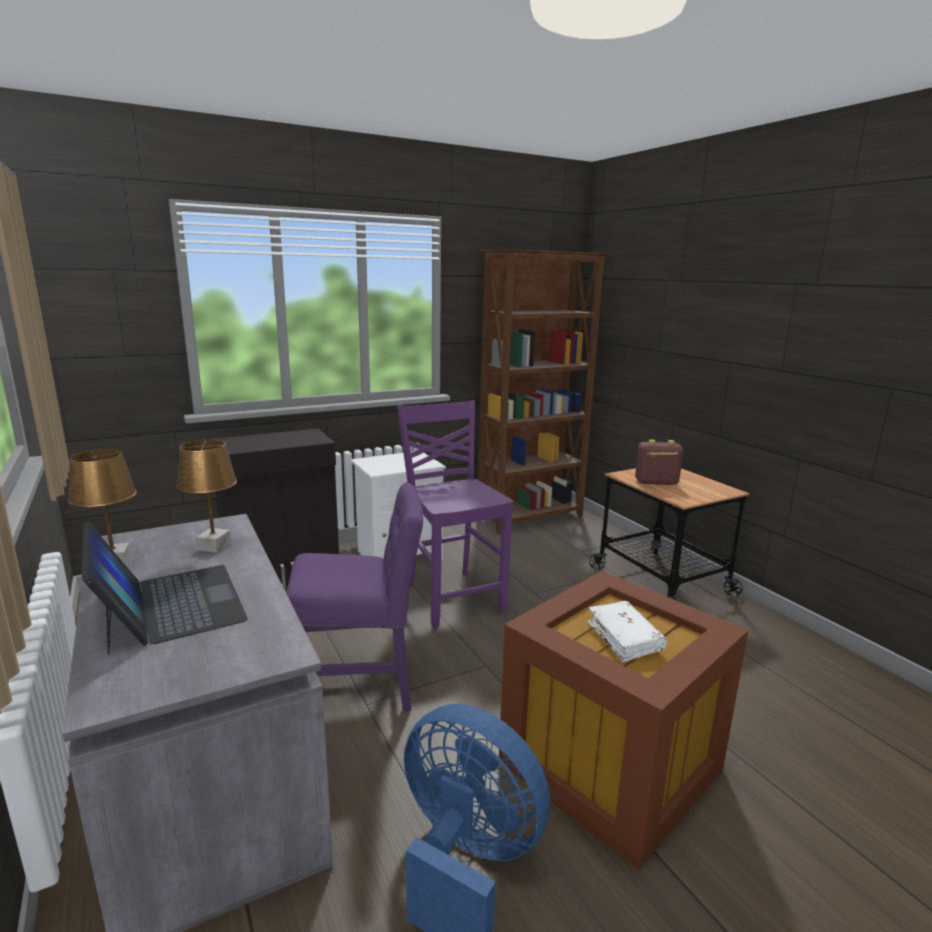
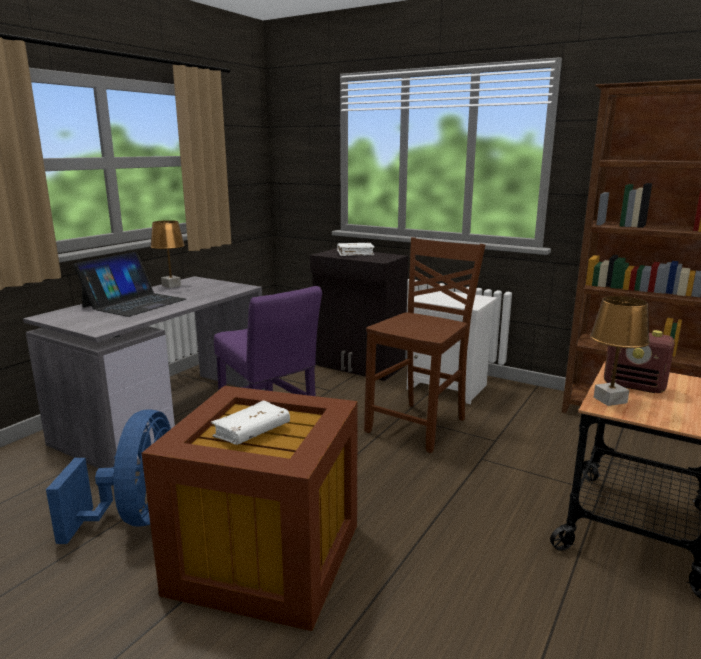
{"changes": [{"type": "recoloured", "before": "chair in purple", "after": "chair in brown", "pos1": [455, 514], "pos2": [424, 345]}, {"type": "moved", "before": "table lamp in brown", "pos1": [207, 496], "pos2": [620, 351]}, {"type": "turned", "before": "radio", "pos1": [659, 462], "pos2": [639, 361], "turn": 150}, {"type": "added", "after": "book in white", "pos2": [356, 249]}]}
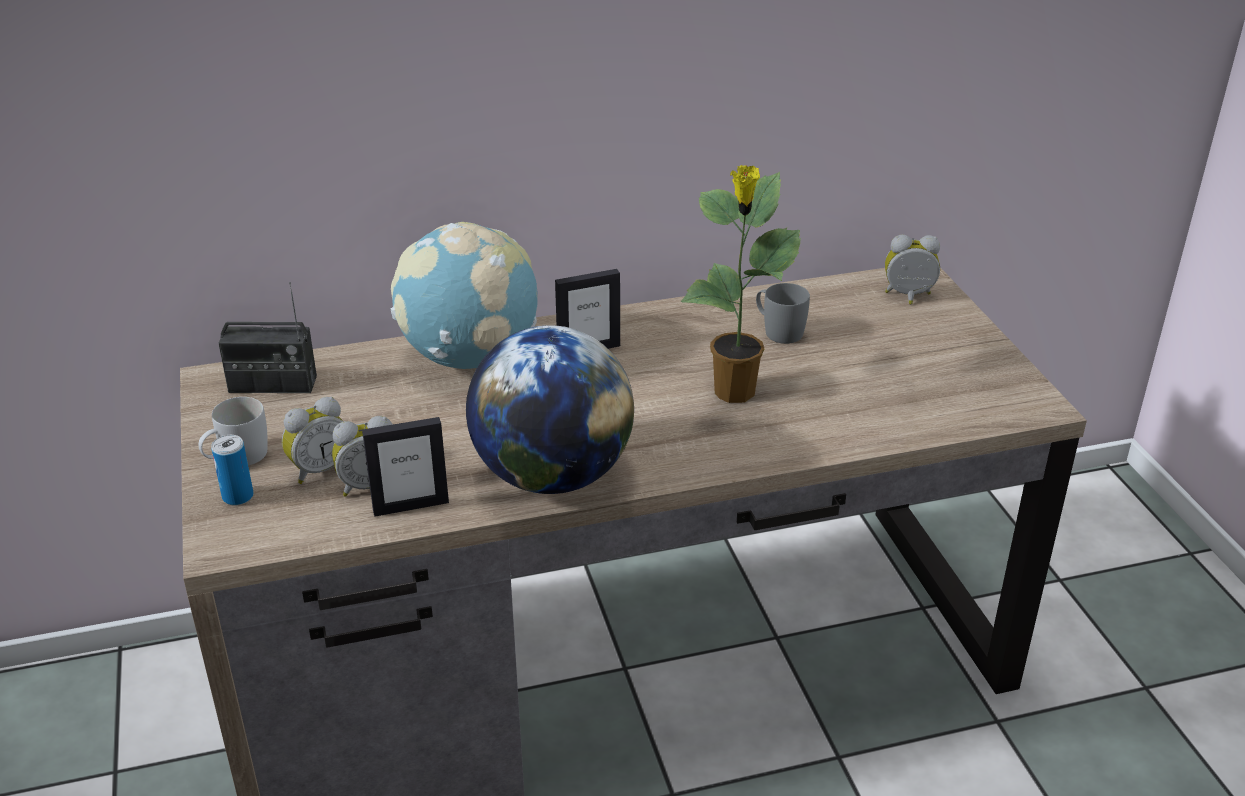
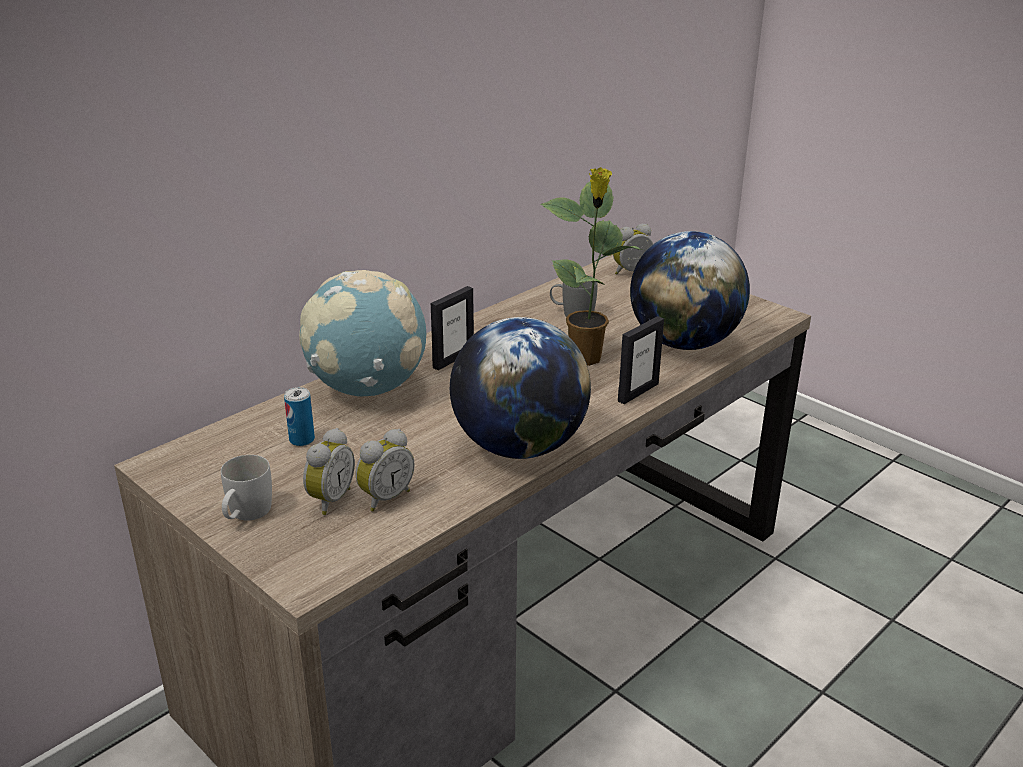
{"changes": [{"type": "removed", "before": "radio", "pos1": [267, 337]}, {"type": "moved", "before": "picture frame", "pos1": [405, 467], "pos2": [641, 360]}, {"type": "moved", "before": "can", "pos1": [232, 470], "pos2": [299, 416]}, {"type": "added", "after": "globe", "pos2": [690, 290]}]}
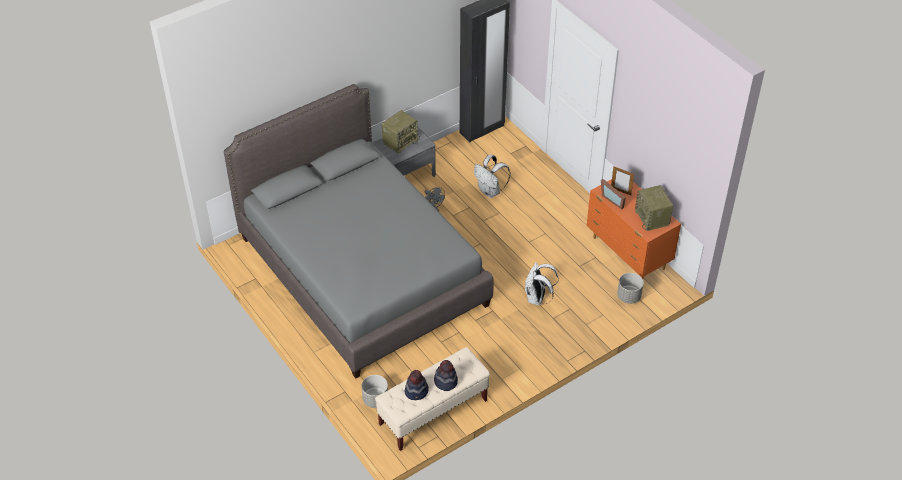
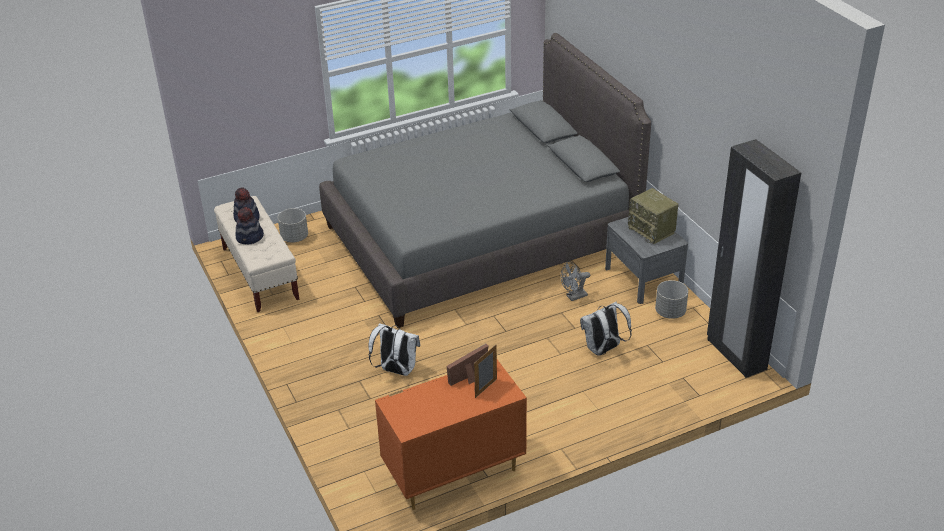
{"changes": [{"type": "removed", "before": "radio", "pos1": [654, 208]}, {"type": "moved", "before": "planter in grey", "pos1": [630, 288], "pos2": [671, 299]}]}
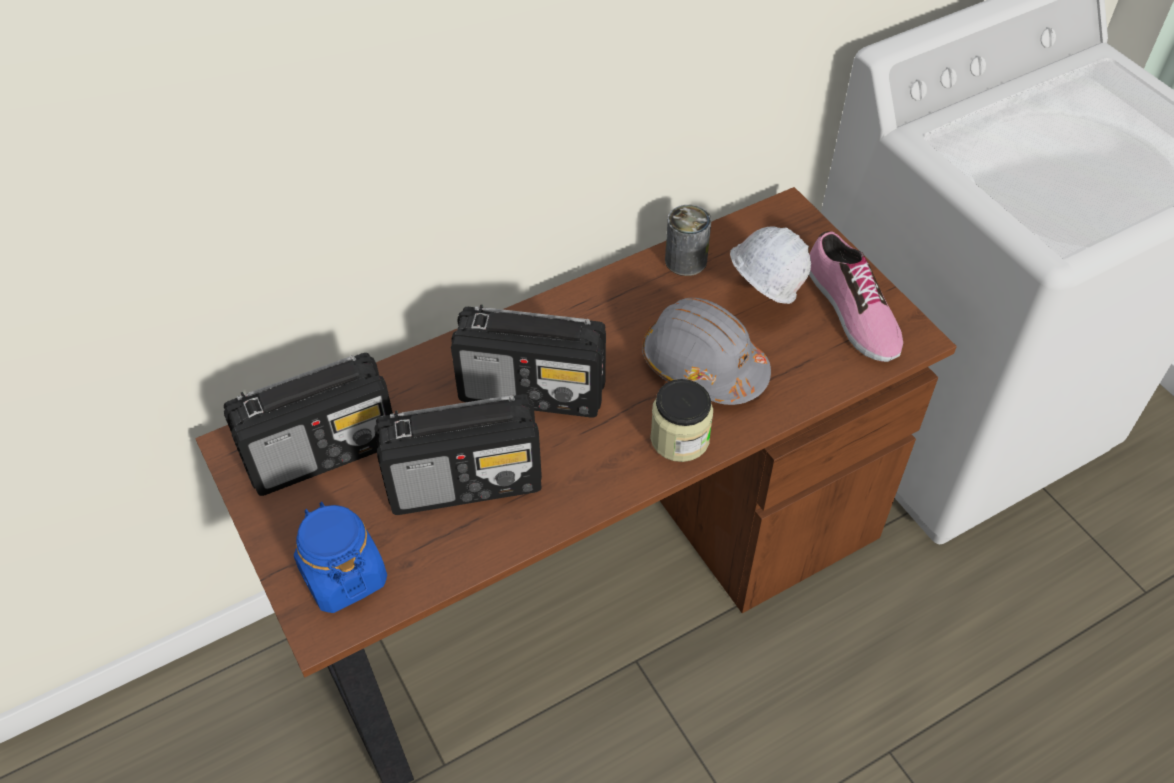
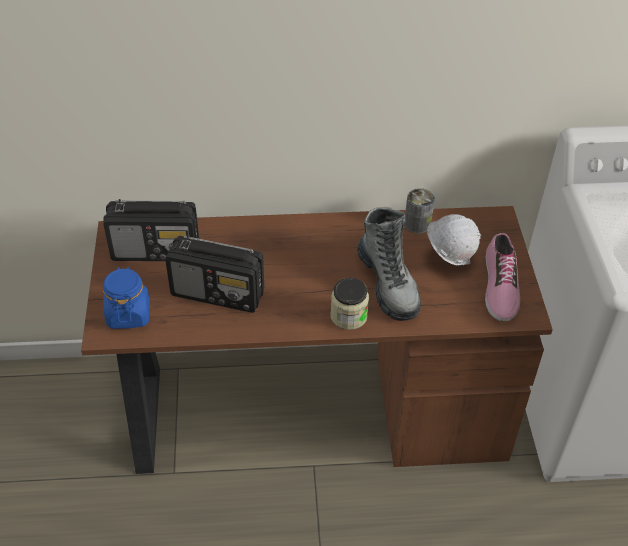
{"changes": [{"type": "replaced", "before": "hard hat in grey", "after": "boot", "pos1": [706, 351], "pos2": [389, 264]}, {"type": "removed", "before": "radio", "pos1": [528, 361]}]}
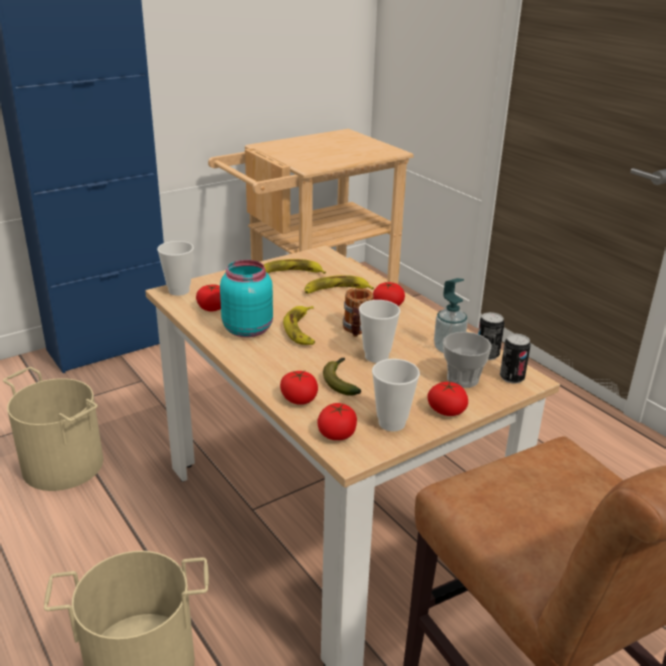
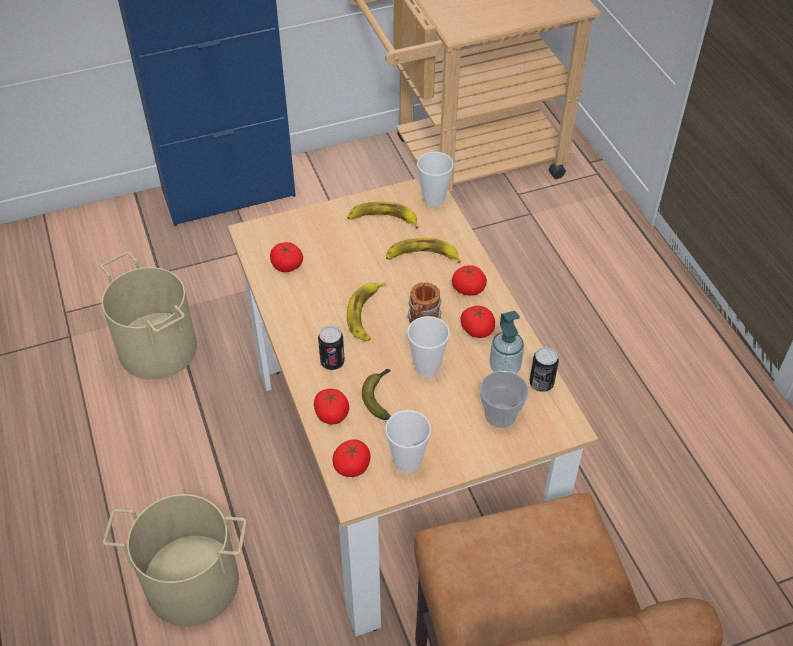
{"changes": [{"type": "moved", "before": "cup", "pos1": [175, 268], "pos2": [435, 179]}, {"type": "removed", "before": "jar in turquoise", "pos1": [246, 298]}, {"type": "moved", "before": "can", "pos1": [515, 359], "pos2": [331, 348]}, {"type": "moved", "before": "tomato", "pos1": [447, 398], "pos2": [478, 322]}]}
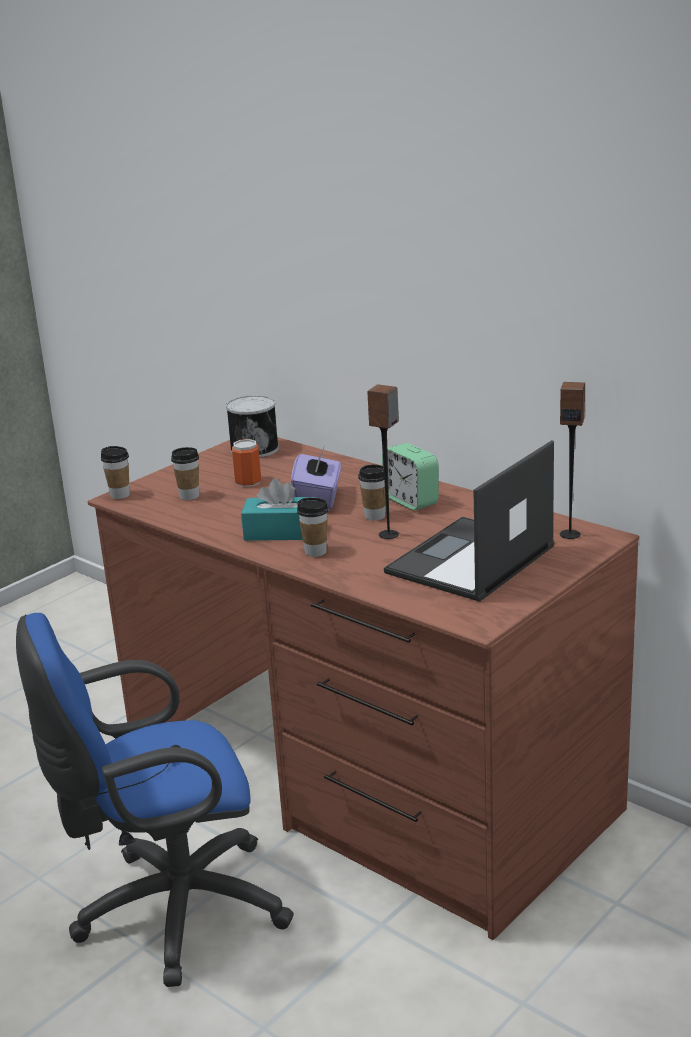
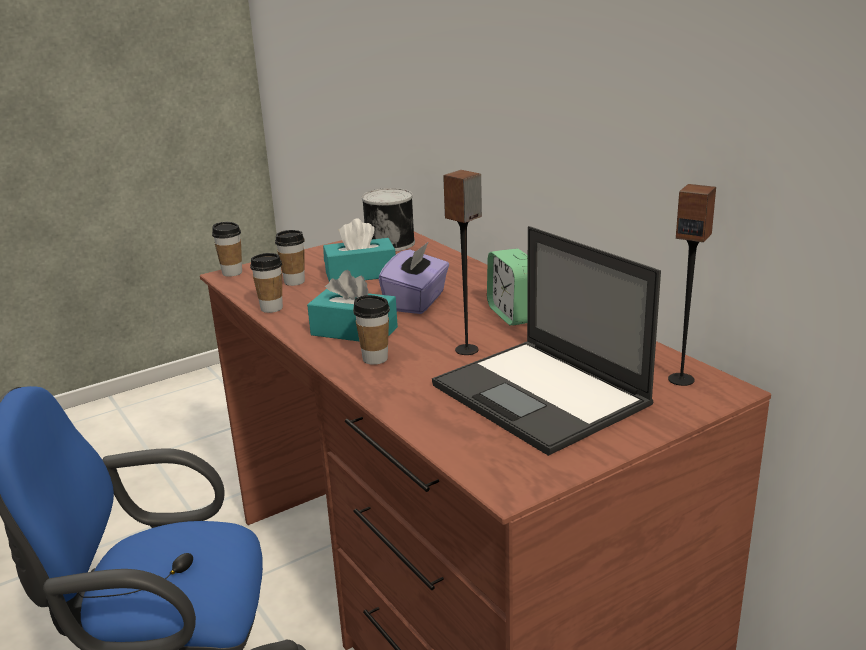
{"changes": [{"type": "replaced", "before": "can", "after": "tissue box in turquoise", "pos1": [246, 463], "pos2": [359, 249]}, {"type": "turned", "before": "laptop", "pos1": [469, 521], "pos2": [546, 341], "turn": -90}, {"type": "moved", "before": "cup", "pos1": [372, 493], "pos2": [266, 283]}]}
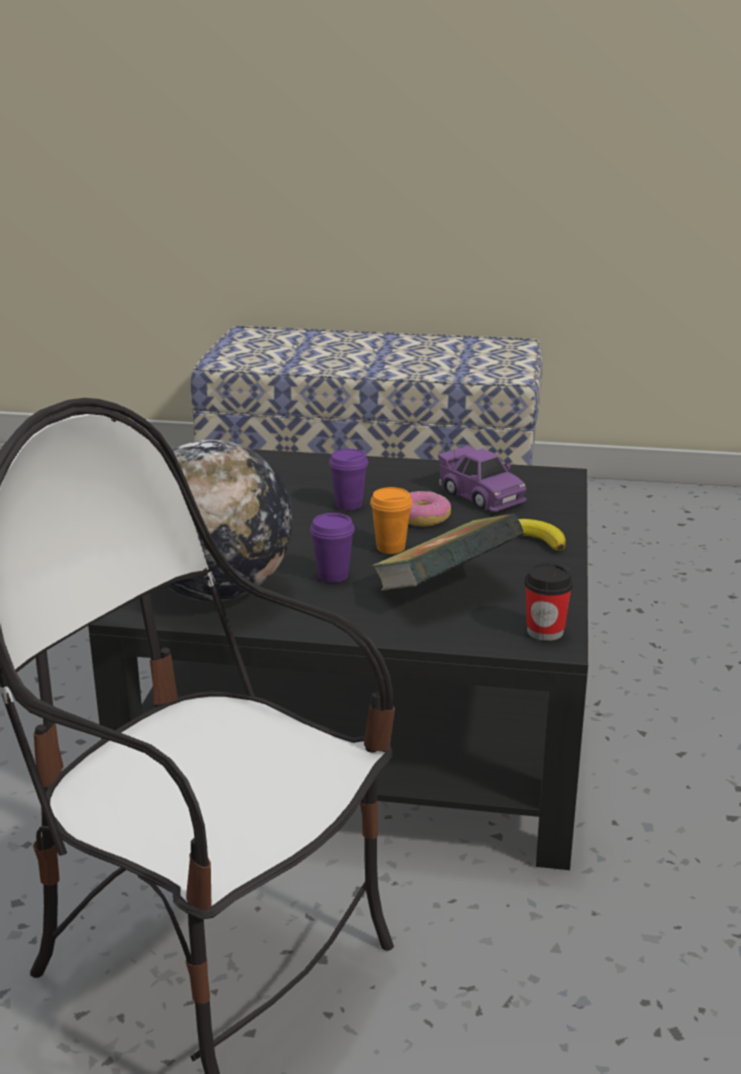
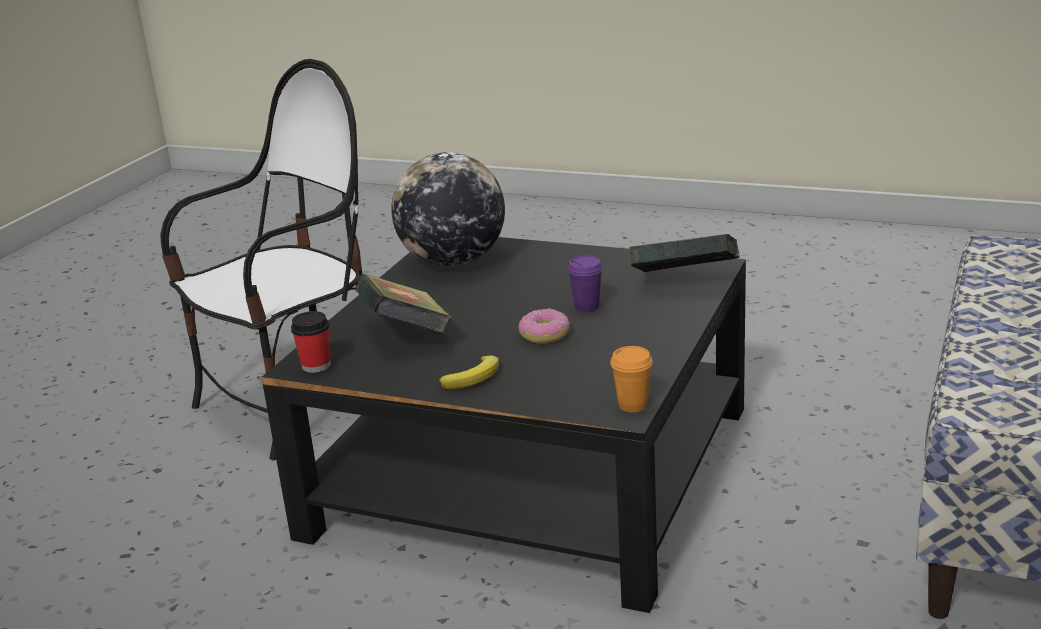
{"changes": [{"type": "removed", "before": "toy car in purple", "pos1": [482, 478]}, {"type": "moved", "before": "cup in orange", "pos1": [391, 520], "pos2": [631, 379]}, {"type": "removed", "before": "cup in purple", "pos1": [332, 548]}, {"type": "added", "after": "book", "pos2": [684, 253]}]}
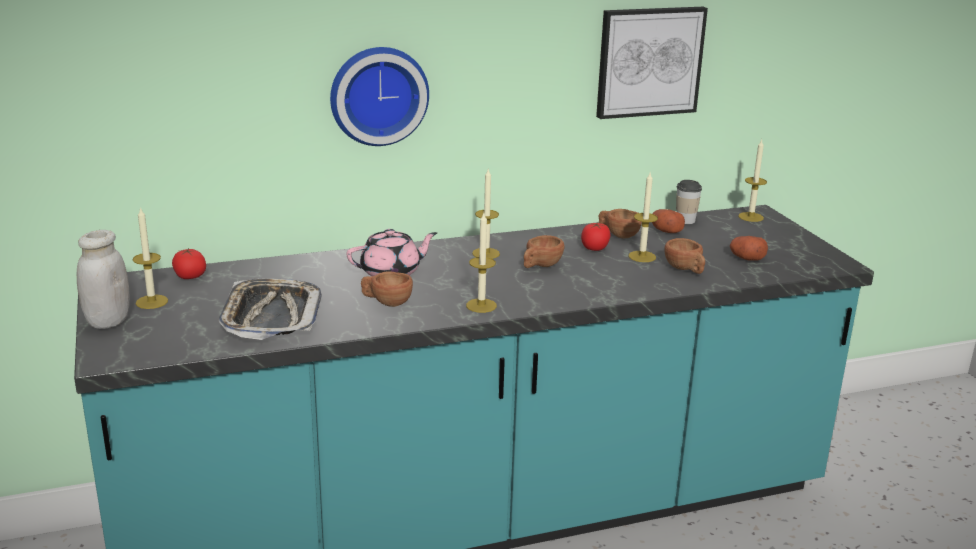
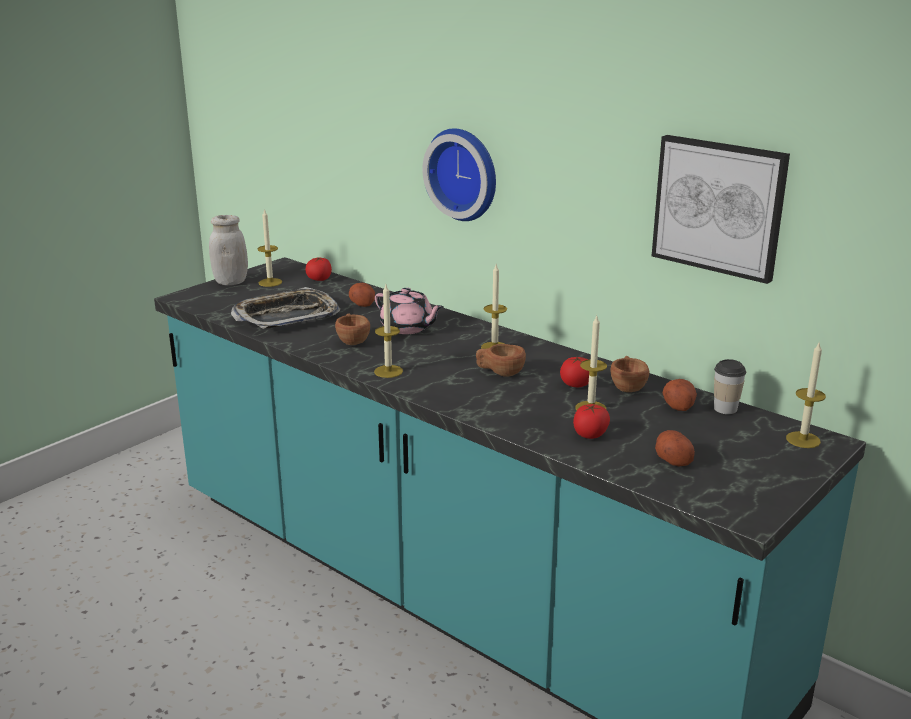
{"changes": [{"type": "replaced", "before": "cup in brown", "after": "tomato", "pos1": [684, 256], "pos2": [591, 421]}, {"type": "added", "after": "potato", "pos2": [362, 295]}]}
